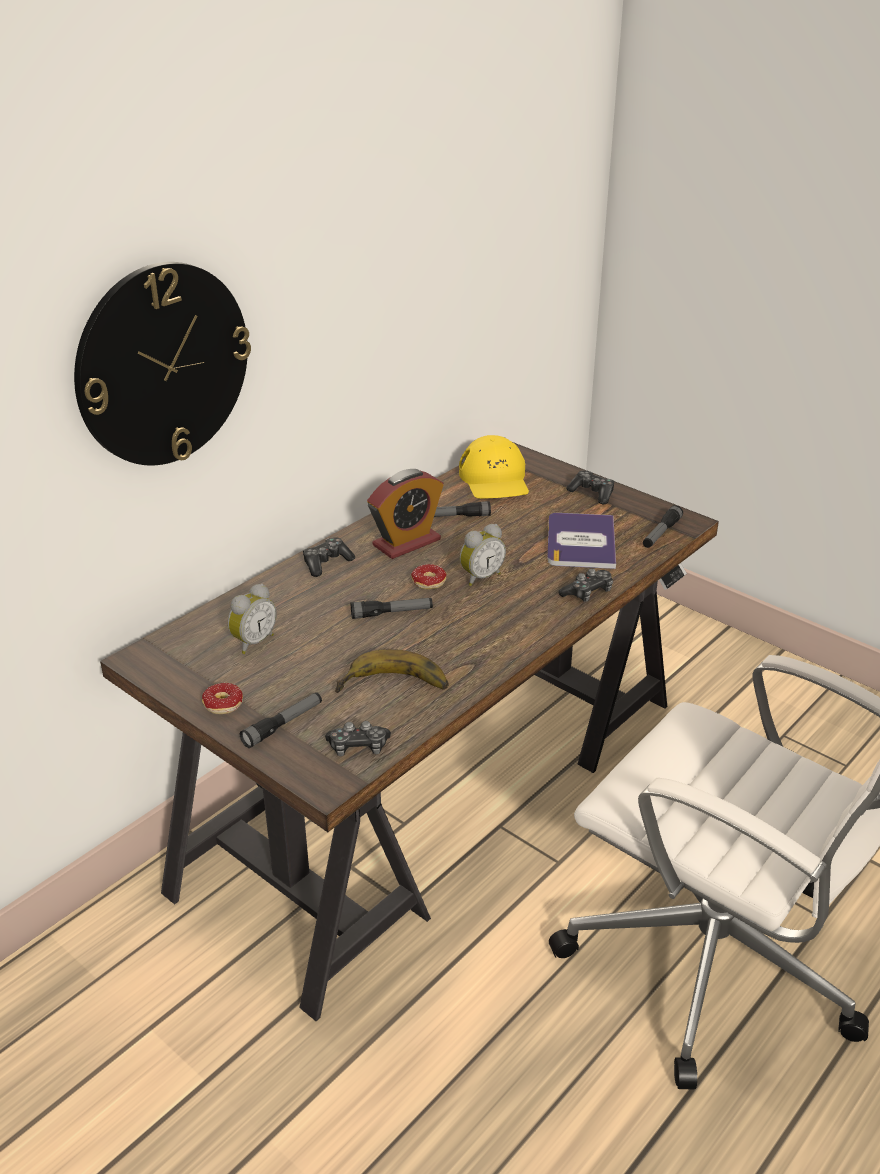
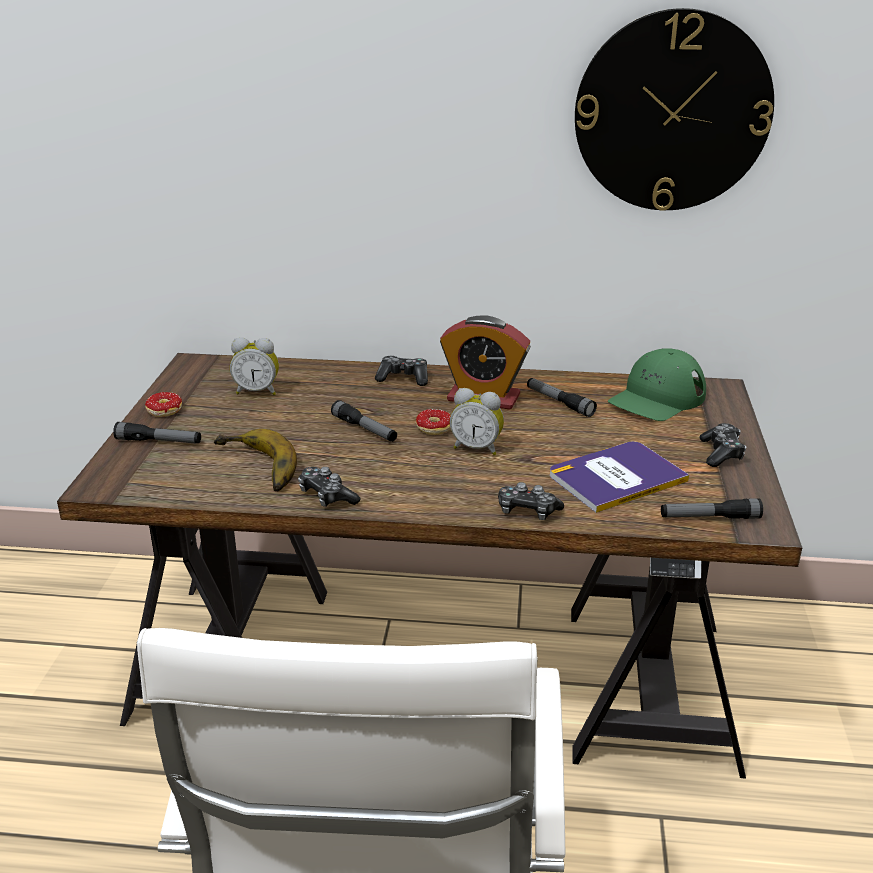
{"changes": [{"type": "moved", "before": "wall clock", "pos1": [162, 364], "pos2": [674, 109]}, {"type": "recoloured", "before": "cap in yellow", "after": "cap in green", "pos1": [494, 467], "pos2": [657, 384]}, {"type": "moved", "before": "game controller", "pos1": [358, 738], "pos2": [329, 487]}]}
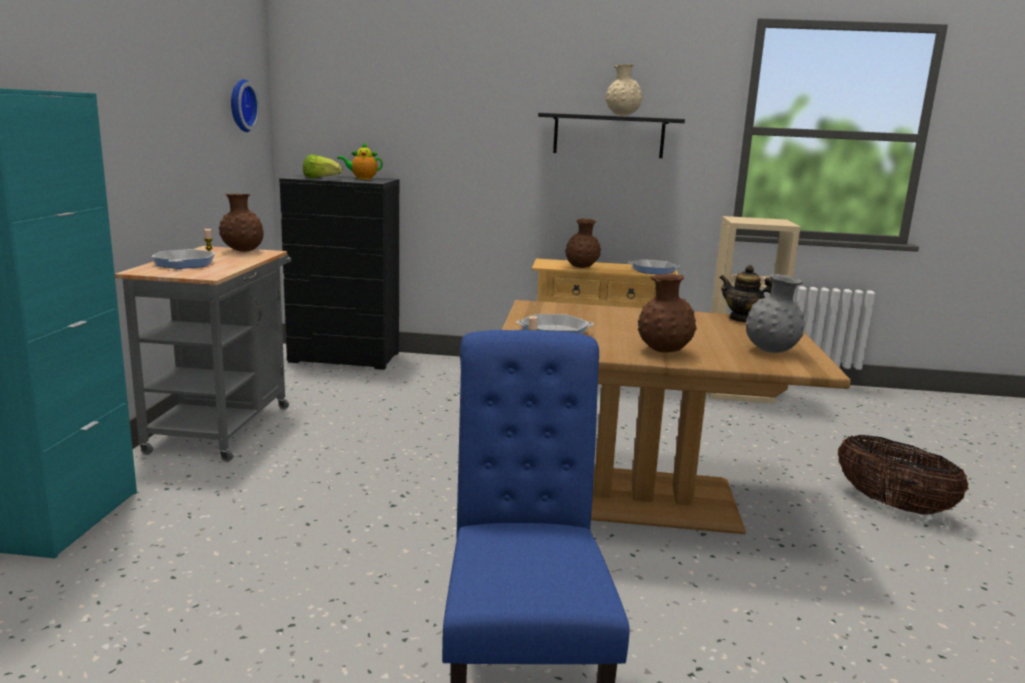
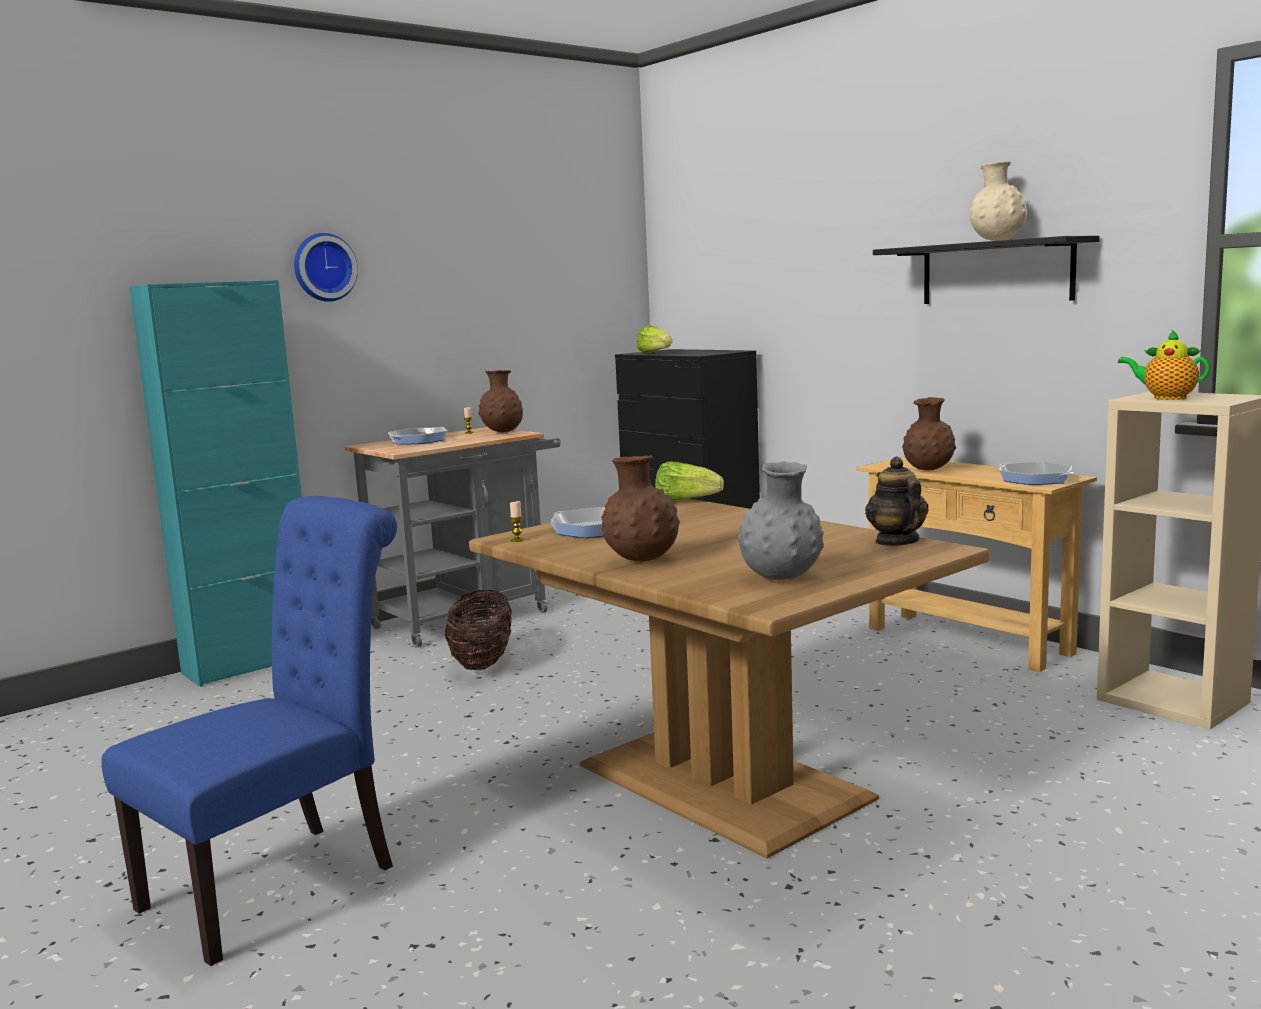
{"changes": [{"type": "moved", "before": "wall clock", "pos1": [245, 105], "pos2": [326, 267]}, {"type": "moved", "before": "teapot", "pos1": [360, 161], "pos2": [1164, 365]}, {"type": "moved", "before": "basket", "pos1": [903, 475], "pos2": [478, 630]}, {"type": "added", "after": "lettuce", "pos2": [689, 481]}]}
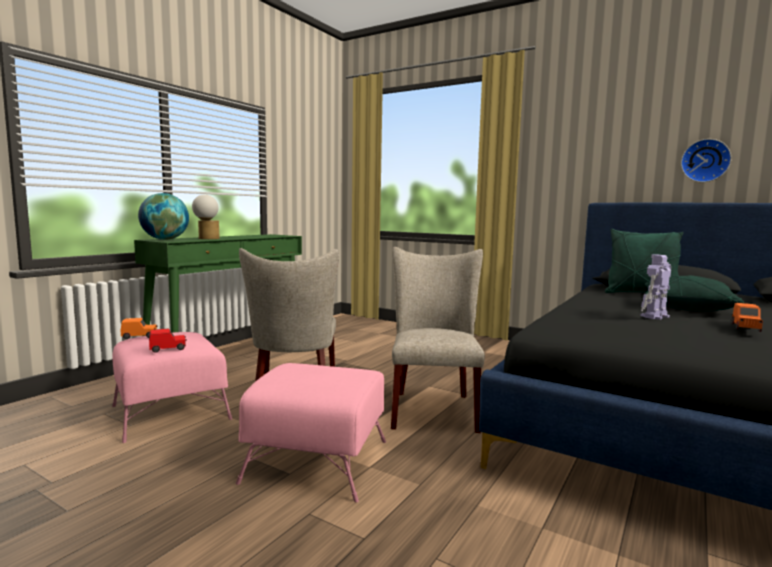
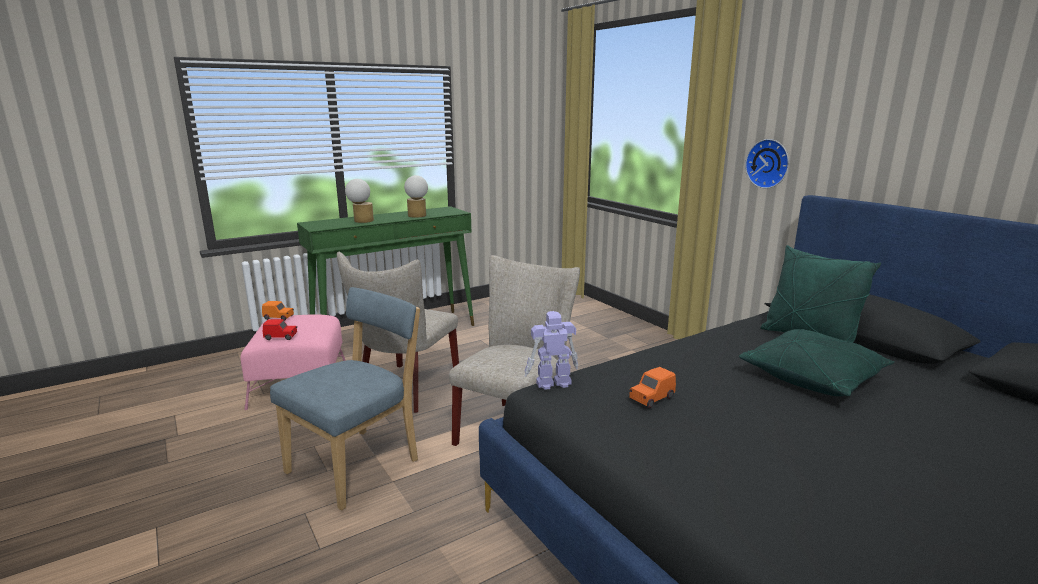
{"changes": [{"type": "moved", "before": "wall clock", "pos1": [706, 160], "pos2": [767, 164]}, {"type": "removed", "before": "globe", "pos1": [163, 216]}, {"type": "moved", "before": "toy robot", "pos1": [655, 287], "pos2": [551, 350]}, {"type": "moved", "before": "toy car in orange", "pos1": [747, 317], "pos2": [652, 387]}, {"type": "replaced", "before": "ottoman in pink", "after": "chair in blue", "pos1": [311, 432], "pos2": [345, 399]}, {"type": "added", "after": "table lamp", "pos2": [416, 196]}]}
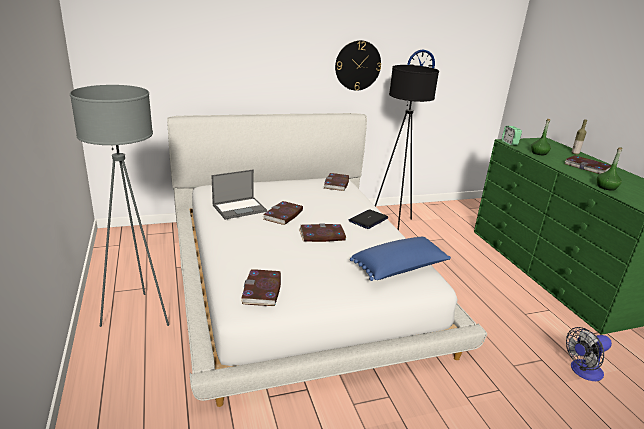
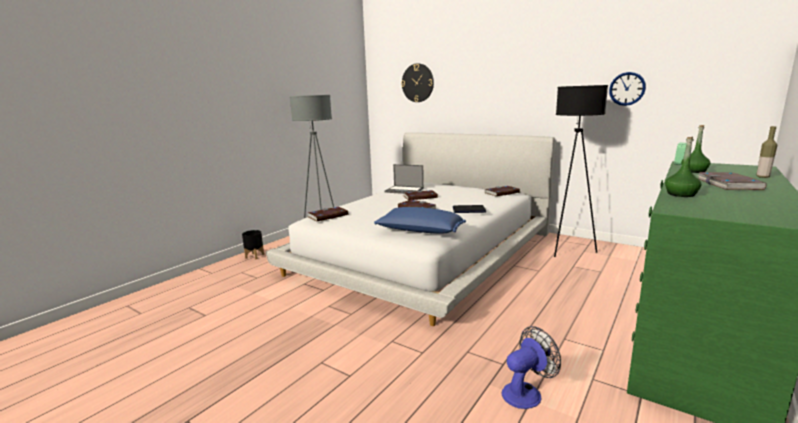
{"changes": [{"type": "moved", "before": "wall clock", "pos1": [358, 65], "pos2": [417, 82]}, {"type": "turned", "before": "fan", "pos1": [589, 354], "pos2": [531, 367], "turn": 120}, {"type": "added", "after": "planter in black", "pos2": [253, 244]}]}
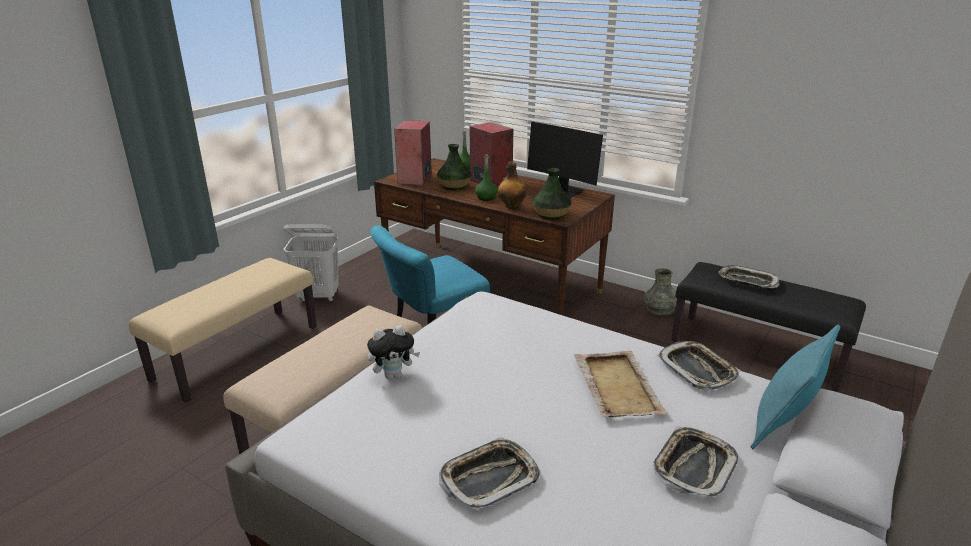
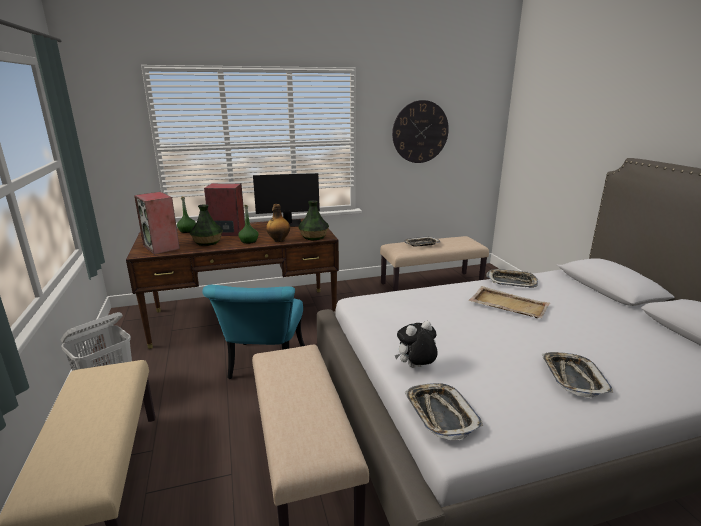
{"changes": [{"type": "recoloured", "before": "bench in black", "after": "bench in beige", "pos1": [768, 327], "pos2": [434, 263]}, {"type": "removed", "before": "vase in grey", "pos1": [660, 291]}, {"type": "removed", "before": "pillow in turquoise", "pos1": [795, 386]}, {"type": "turned", "before": "plush toy", "pos1": [393, 352], "pos2": [416, 344], "turn": -135}, {"type": "moved", "before": "tray", "pos1": [695, 463], "pos2": [443, 411]}, {"type": "added", "after": "wall clock", "pos2": [420, 131]}]}
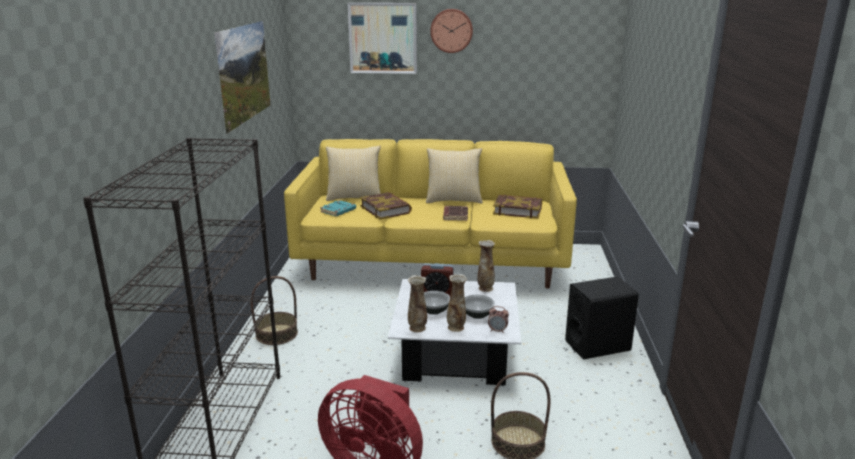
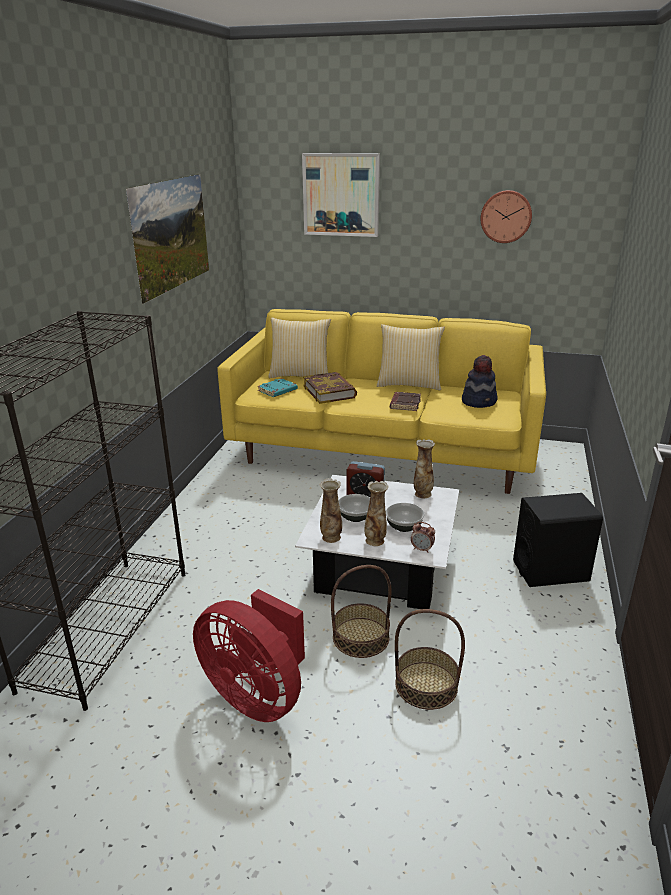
{"changes": [{"type": "moved", "before": "wall clock", "pos1": [451, 31], "pos2": [506, 216]}, {"type": "replaced", "before": "book", "after": "hat", "pos1": [517, 207], "pos2": [480, 381]}, {"type": "moved", "before": "basket", "pos1": [274, 310], "pos2": [361, 611]}]}
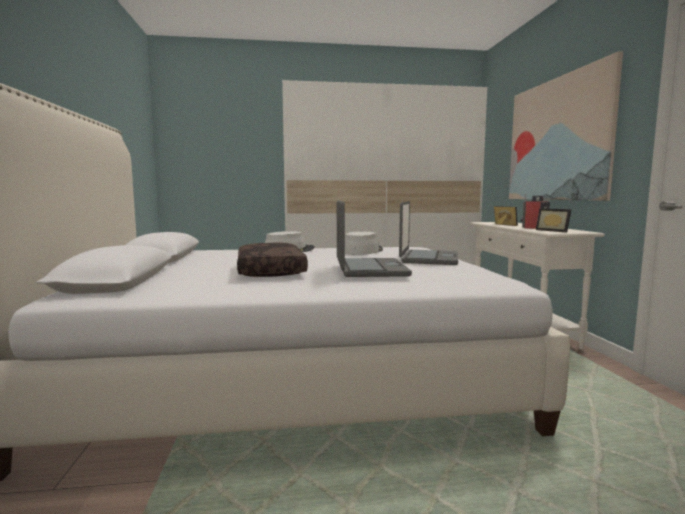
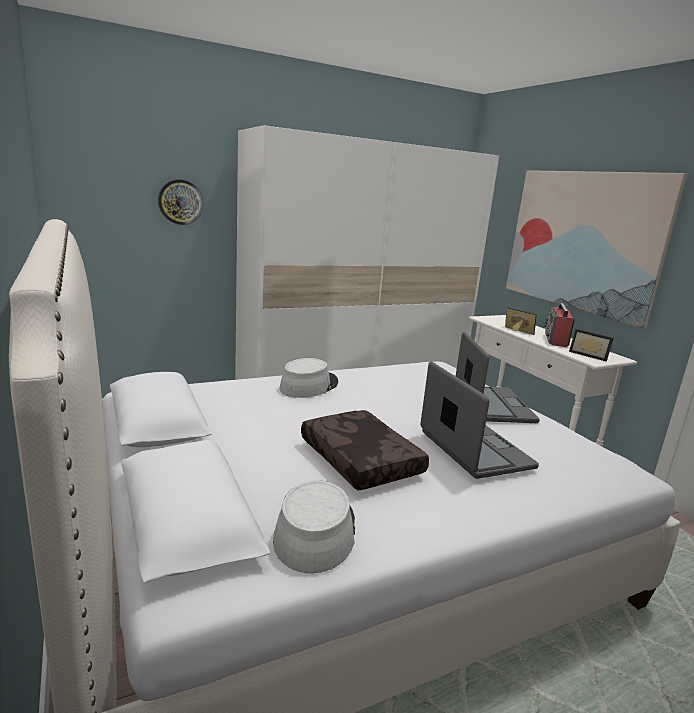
{"changes": [{"type": "moved", "before": "hat in grey", "pos1": [364, 243], "pos2": [314, 527]}, {"type": "added", "after": "wall clock", "pos2": [181, 202]}]}
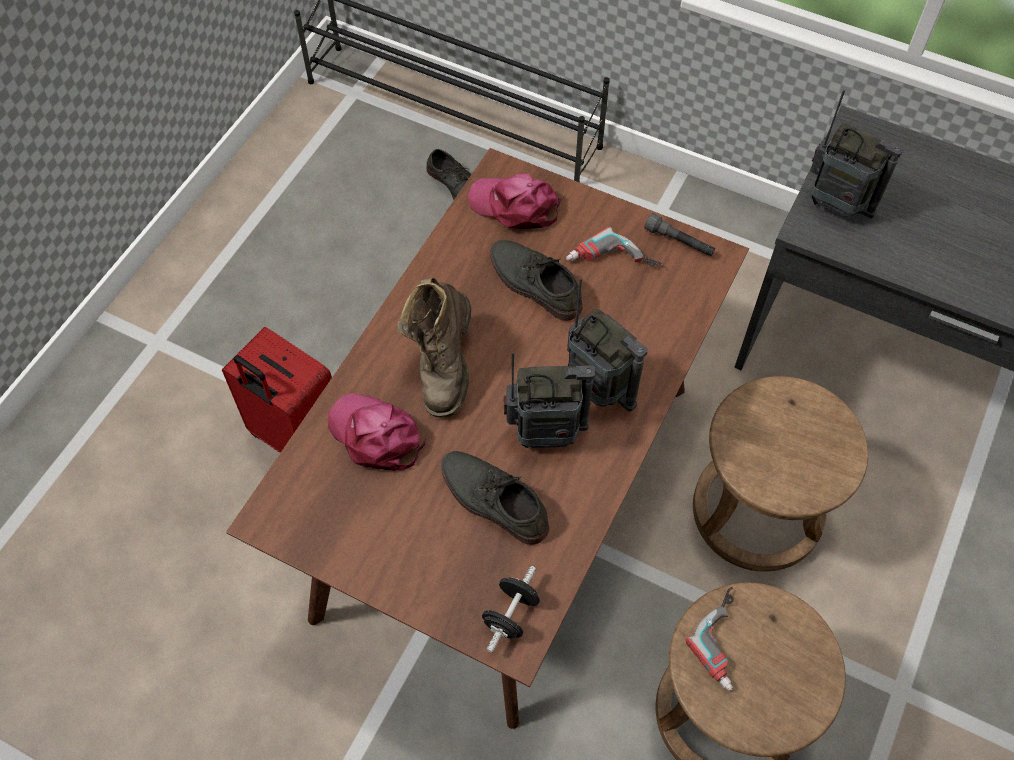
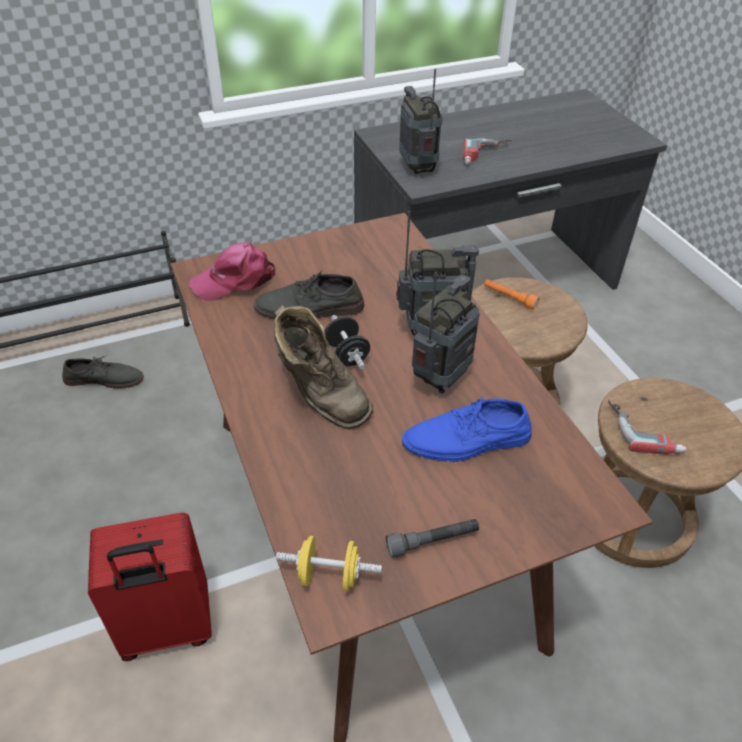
{"changes": [{"type": "turned", "before": "radio", "pos1": [857, 154], "pos2": [421, 121], "turn": -90}, {"type": "moved", "before": "flashlight in grey", "pos1": [679, 234], "pos2": [432, 538]}, {"type": "moved", "before": "power drill", "pos1": [615, 247], "pos2": [487, 151]}, {"type": "removed", "before": "cap in pink", "pos1": [377, 432]}, {"type": "recoloured", "before": "shoe in grey", "after": "shoe in blue", "pos1": [495, 498], "pos2": [467, 428]}, {"type": "moved", "before": "dumbbell in black", "pos1": [511, 609], "pos2": [347, 342]}, {"type": "added", "after": "flashlight in orange", "pos2": [512, 294]}, {"type": "added", "after": "dumbbell in yellow", "pos2": [329, 564]}]}
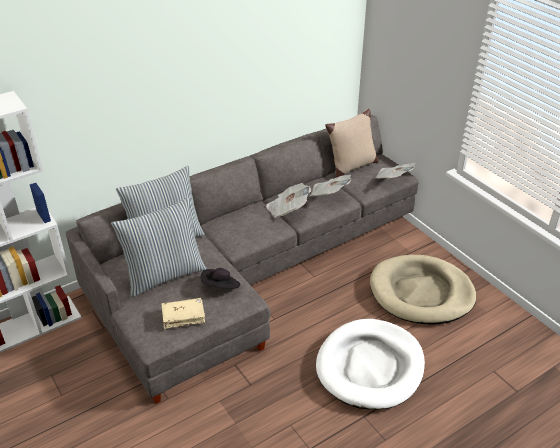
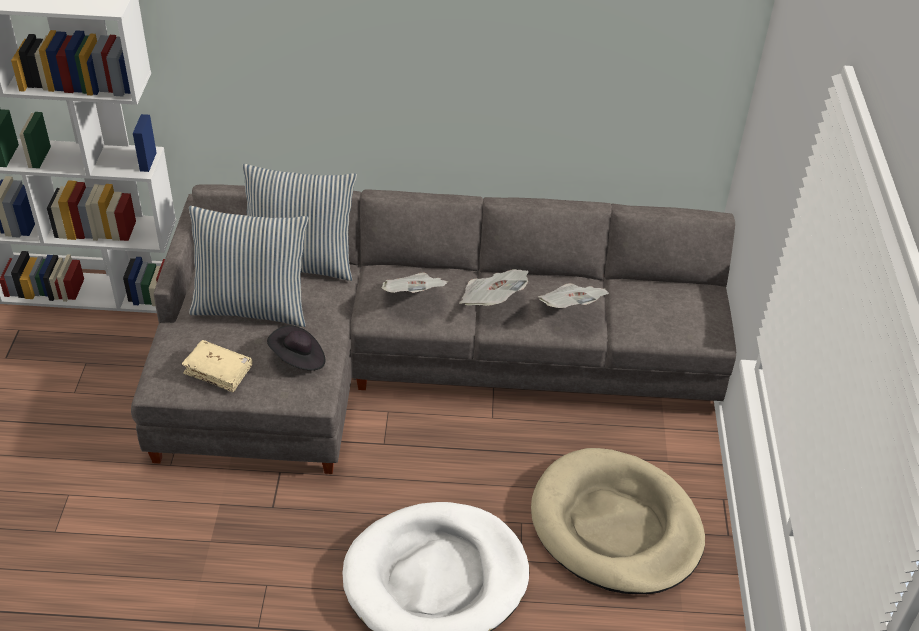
{"changes": [{"type": "removed", "before": "pillow in beige", "pos1": [351, 143]}, {"type": "moved", "before": "newspaper", "pos1": [394, 171], "pos2": [415, 283]}]}
